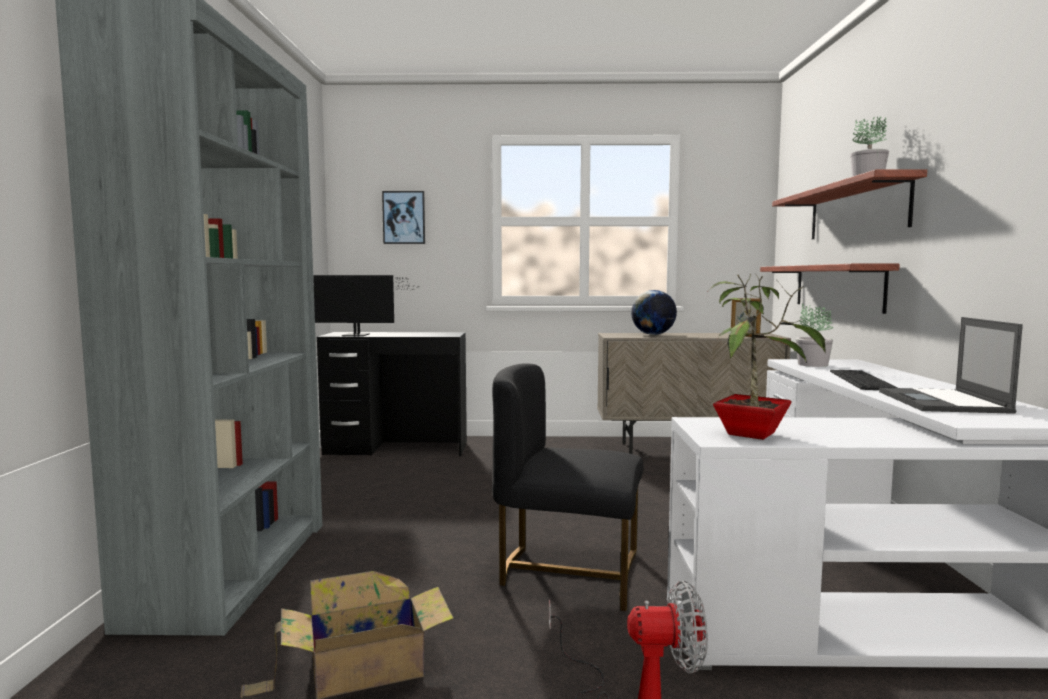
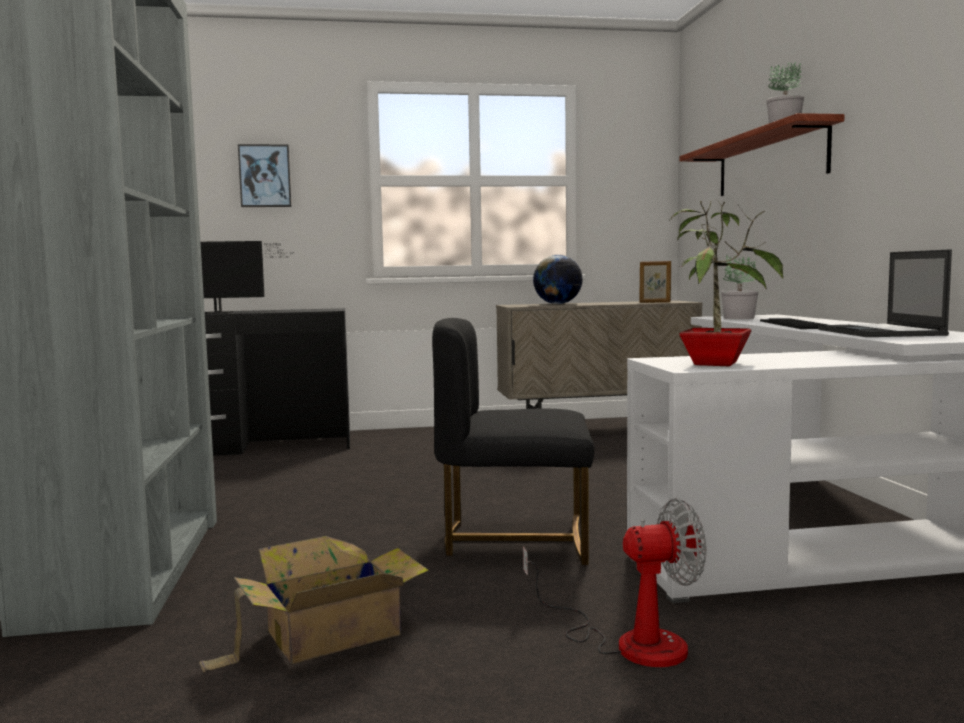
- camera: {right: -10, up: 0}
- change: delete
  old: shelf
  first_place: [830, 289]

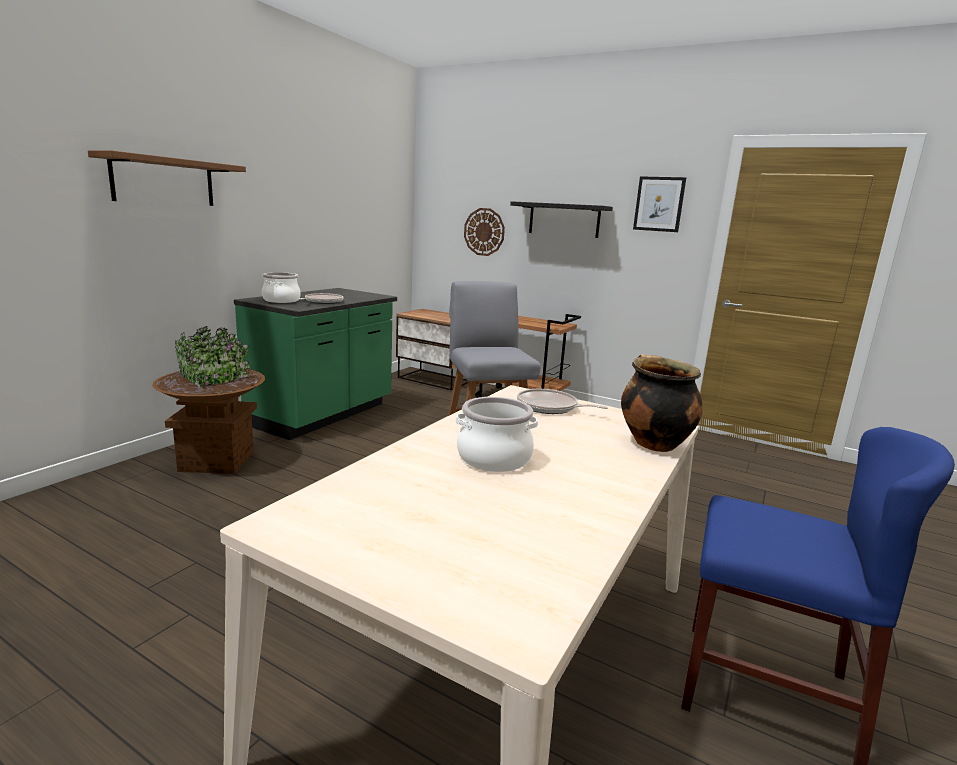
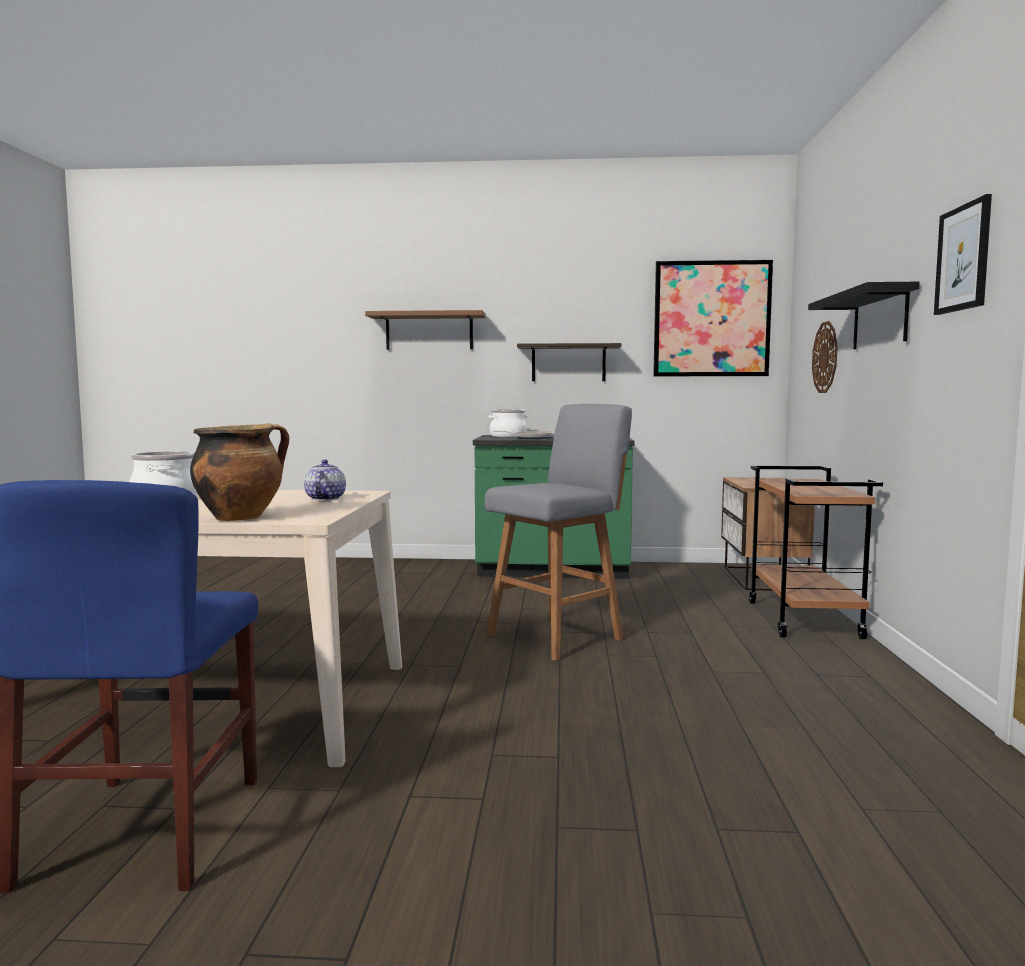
- camera: {right: 65, up: -10}
- change: delete
  old: brown planter
  first_place: [208, 400]
- change: replace
  old: frying pan
  new: teapot
  first_place: [562, 401]
  second_place: [325, 480]
- change: insert
  new: shelf
  second_place: [569, 362]
- change: insert
  new: picture
  second_place: [713, 318]

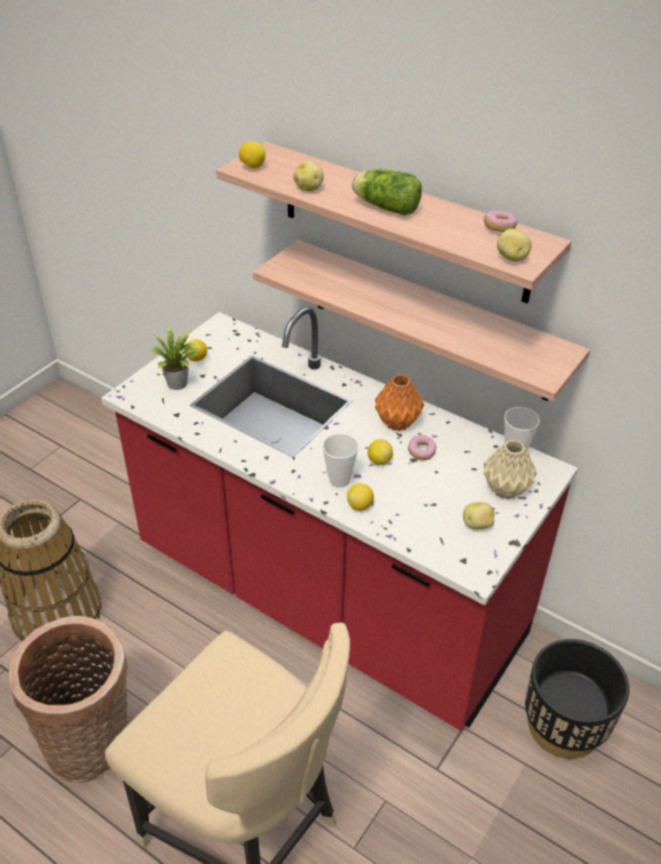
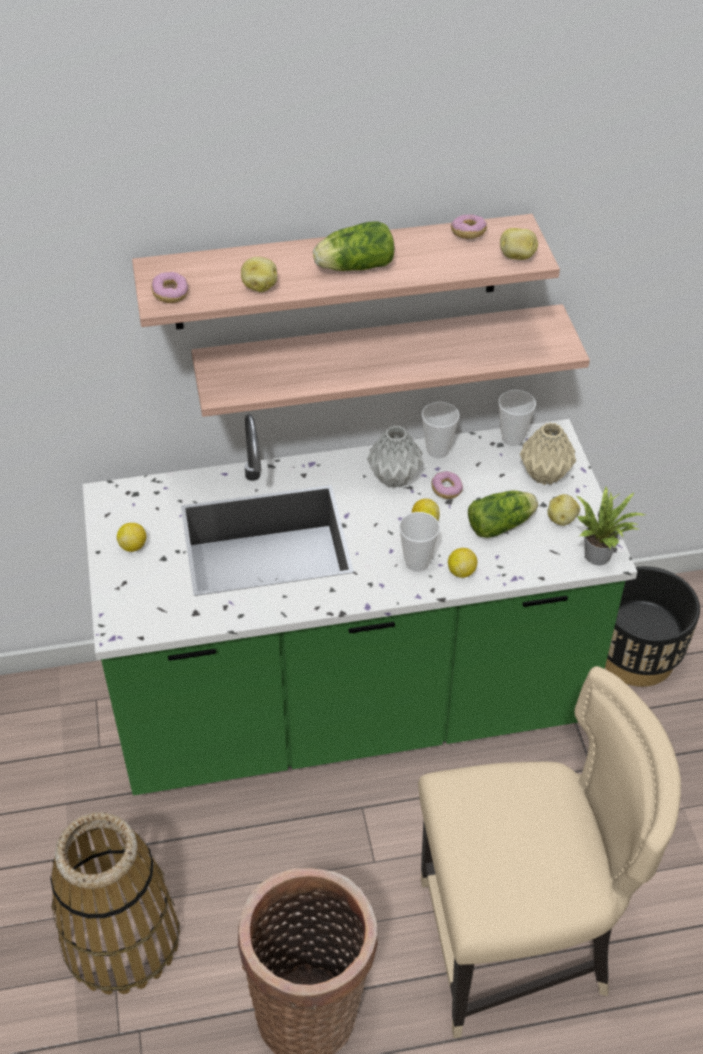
- camera: {right: -45, up: 5}
- change: recolor
  old: red counter
  new: green counter
  first_place: [339, 519]
  second_place: [360, 604]
- change: move
  old: potted plant
  first_place: [176, 357]
  second_place: [611, 526]
- change: replace
  old: lemon
  new: donut
  first_place: [252, 154]
  second_place: [170, 287]
- change: recolor
  old: orange vase
  new: grey vase
  first_place: [399, 403]
  second_place: [395, 456]
- change: insert
  new: cup
  second_place: [440, 430]
- change: insert
  new: lettuce
  second_place: [503, 514]

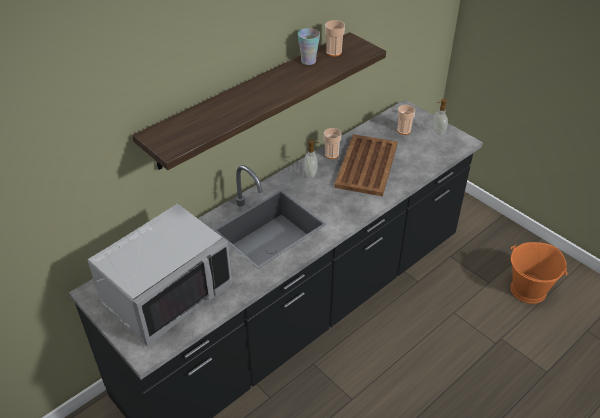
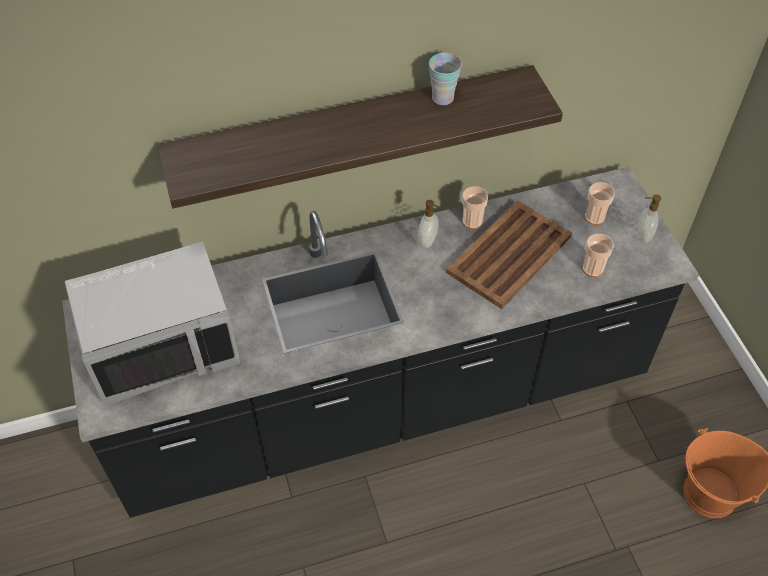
- camera: {right: 25, up: 10}
- change: move
  old: cup
  first_place: [335, 38]
  second_place: [598, 255]

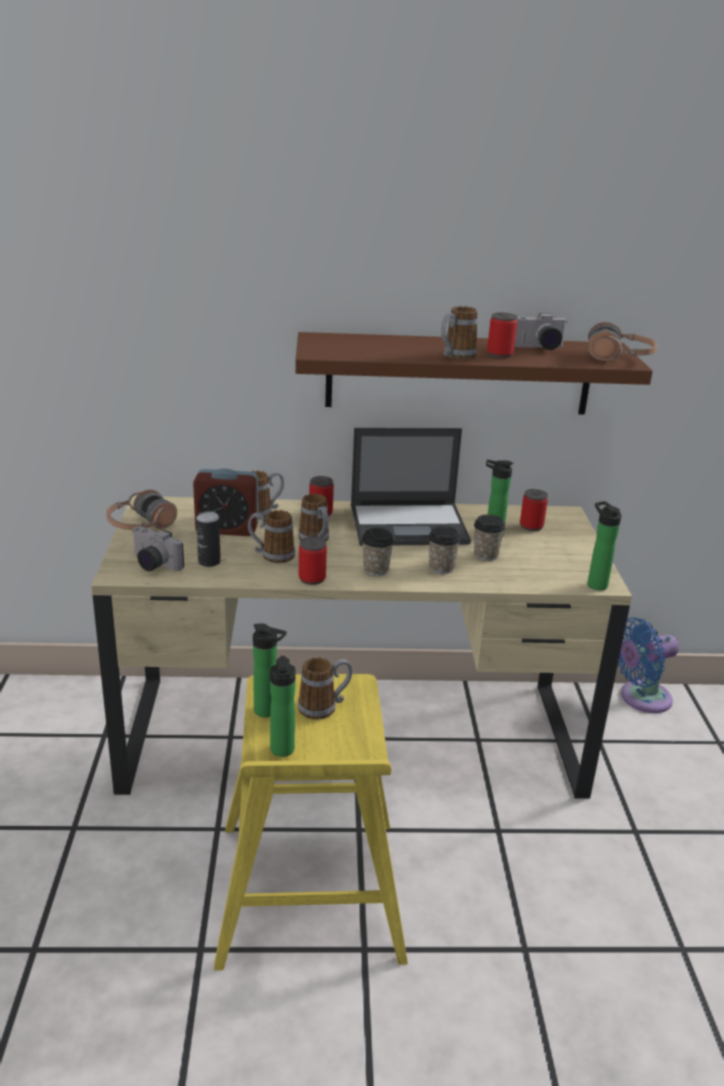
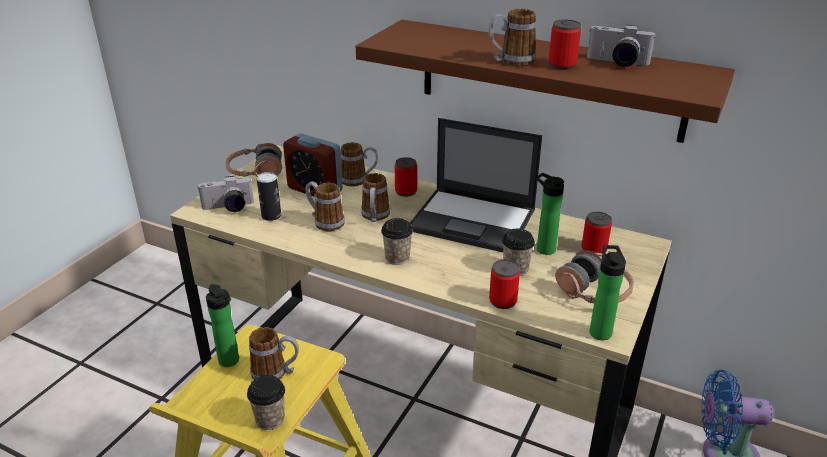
- camera: {right: 30, up: 5}
- change: rotate
  old: photo camera
  first_place: [158, 548]
  second_place: [225, 194]
  degrees: -75
- change: delete
  old: bottle
  first_place: [283, 706]
- change: move
  old: can
  first_place: [313, 561]
  second_place: [504, 284]
- change: move
  old: cup
  first_place: [444, 550]
  second_place: [266, 402]
- change: move
  old: headphones
  first_place: [623, 341]
  second_place: [595, 276]

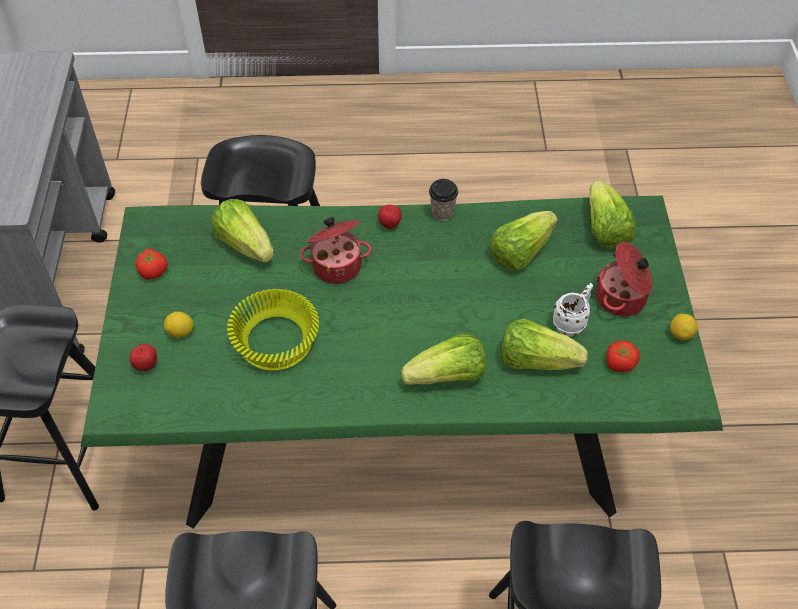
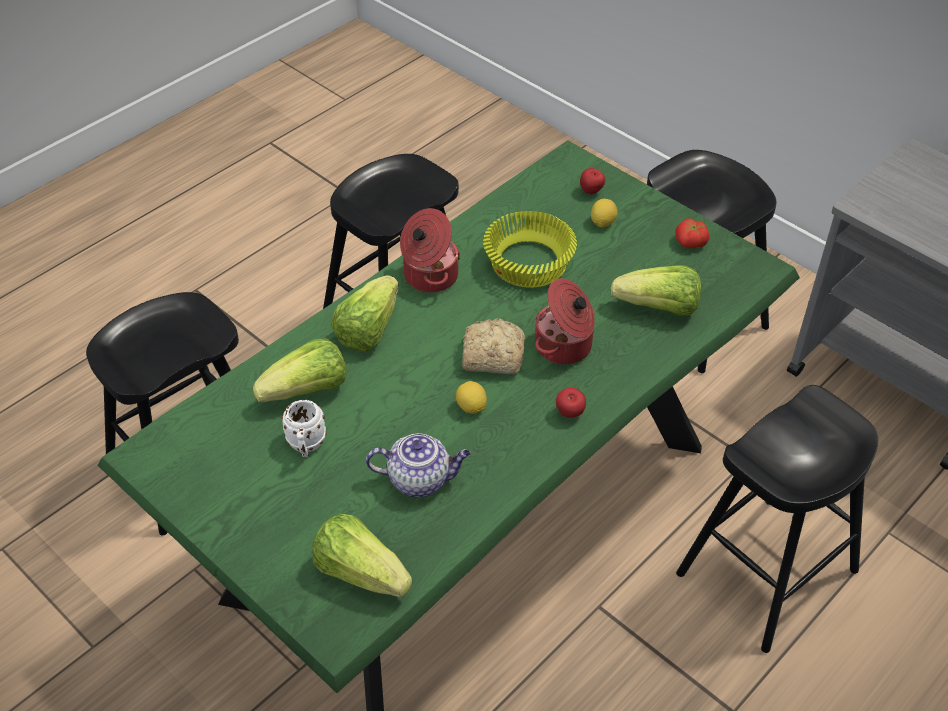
- camera: {right: 135, up: -5}
- change: delete
  old: cup
  first_place: [443, 200]
- change: replace
  old: lettuce
  new: teapot
  first_place: [524, 241]
  second_place: [418, 465]
- change: move
  old: cooking pot
  first_place: [624, 279]
  second_place: [430, 250]
- change: delete
  old: tomato
  first_place: [623, 356]
- change: move
  old: lemon
  first_place: [684, 327]
  second_place: [471, 397]
- change: insert
  new: bread
  second_place: [493, 346]

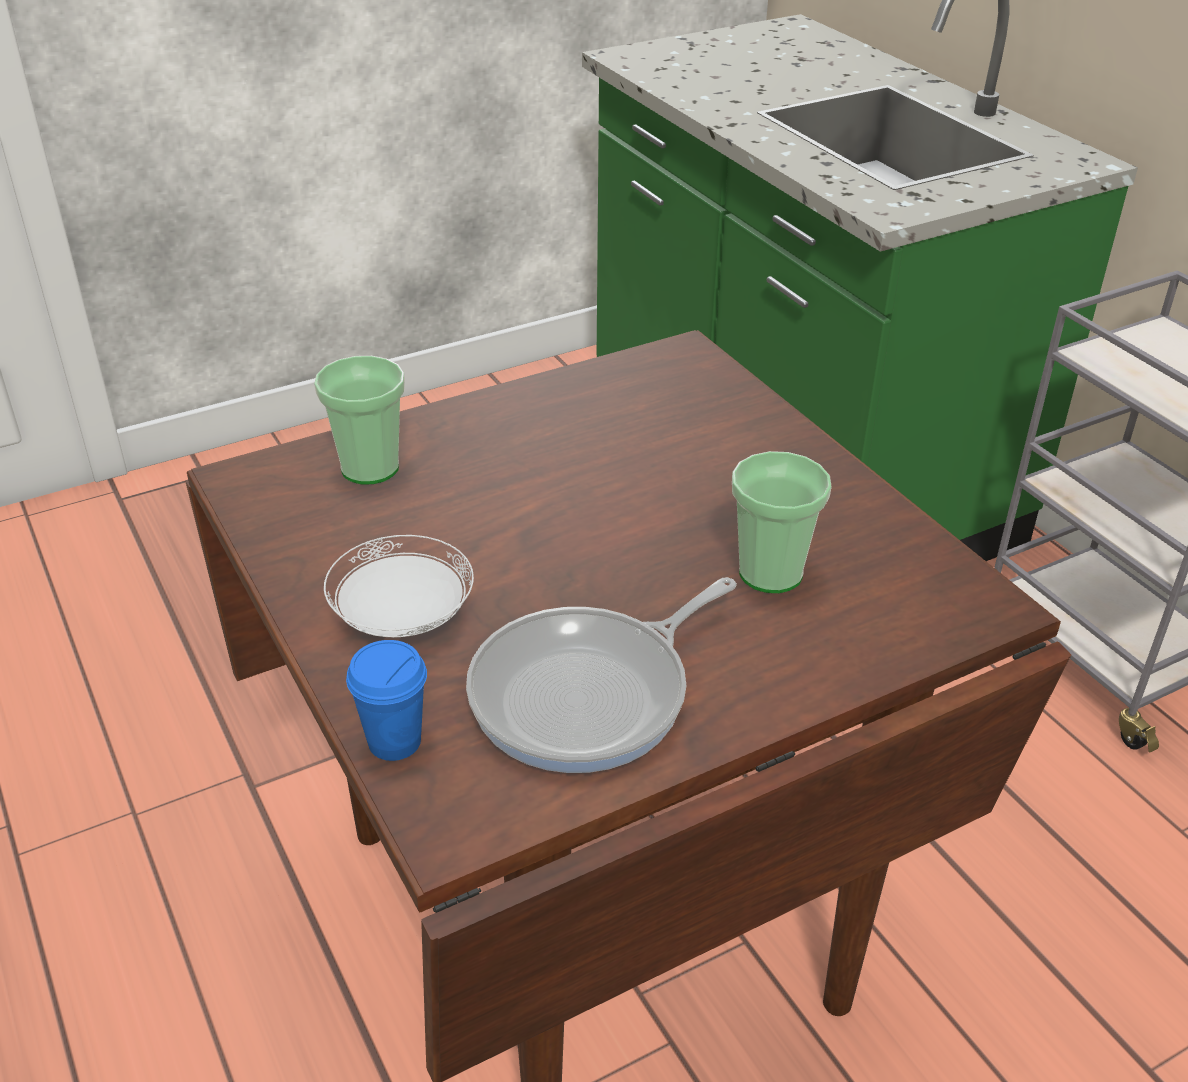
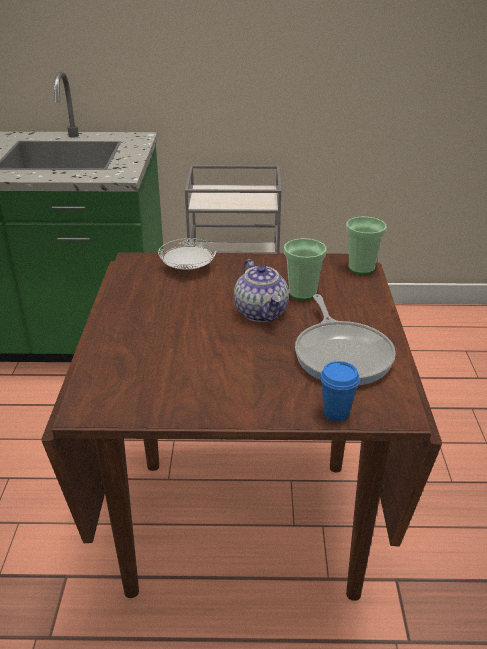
- camera: {right: -60, up: -5}
- change: move
  old: cup
  first_place: [359, 420]
  second_place: [366, 245]
- change: move
  old: white plate
  first_place: [399, 586]
  second_place: [187, 254]
- change: insert
  new: teapot
  second_place: [261, 290]

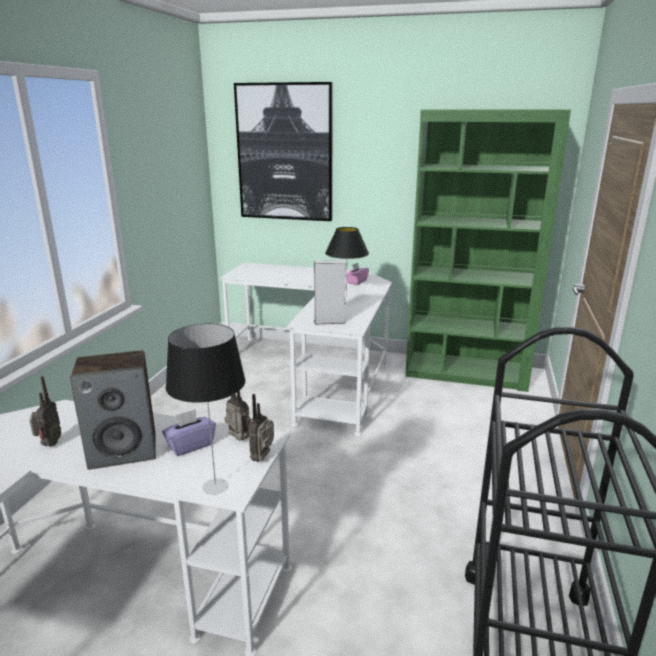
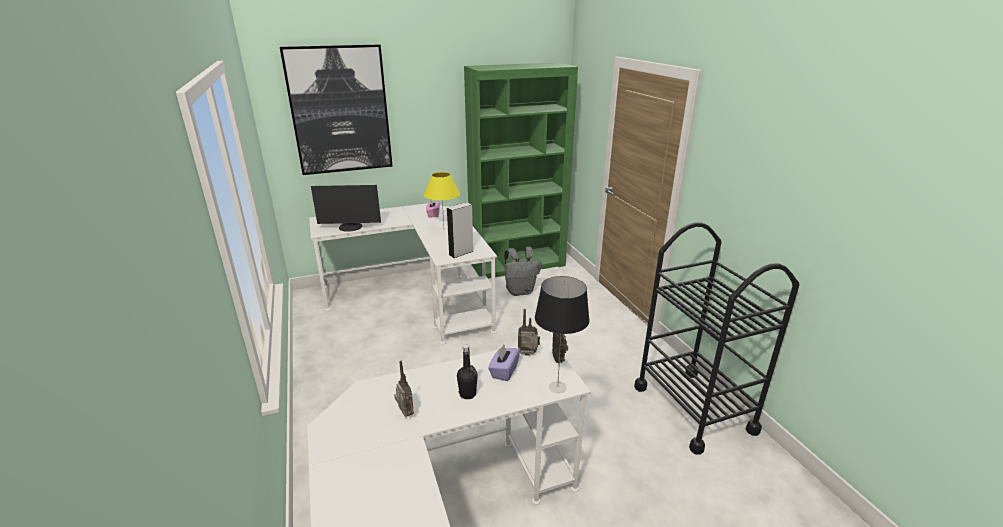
- camera: {right: -35, up: 5}
- change: replace
  old: speaker
  new: black bottle
  first_place: [113, 410]
  second_place: [467, 371]
- change: recolor
  old: black table lamp
  new: yellow table lamp
  first_place: [347, 262]
  second_place: [442, 199]
- change: insert
  new: monitor
  second_place: [346, 208]
- change: insert
  new: grey backpack
  second_place: [523, 271]

